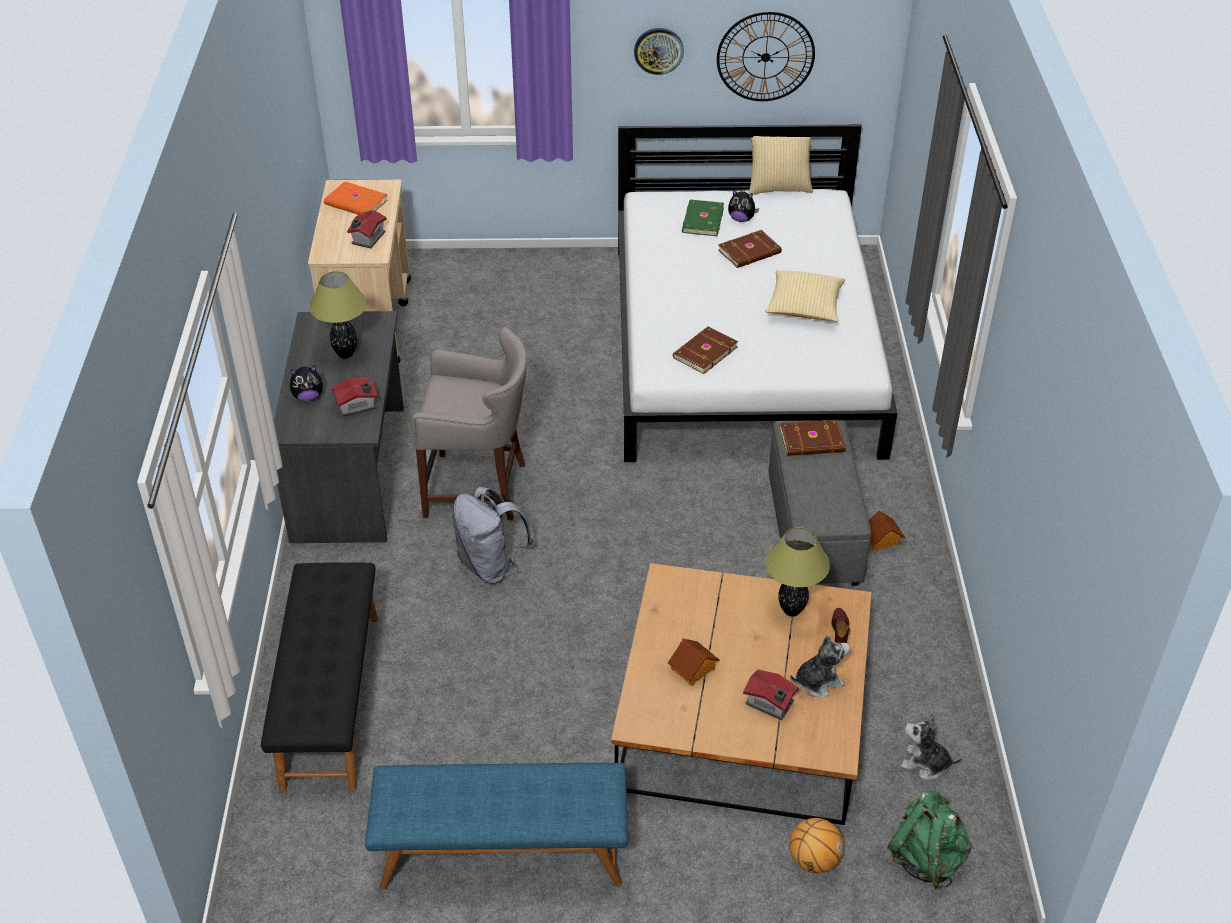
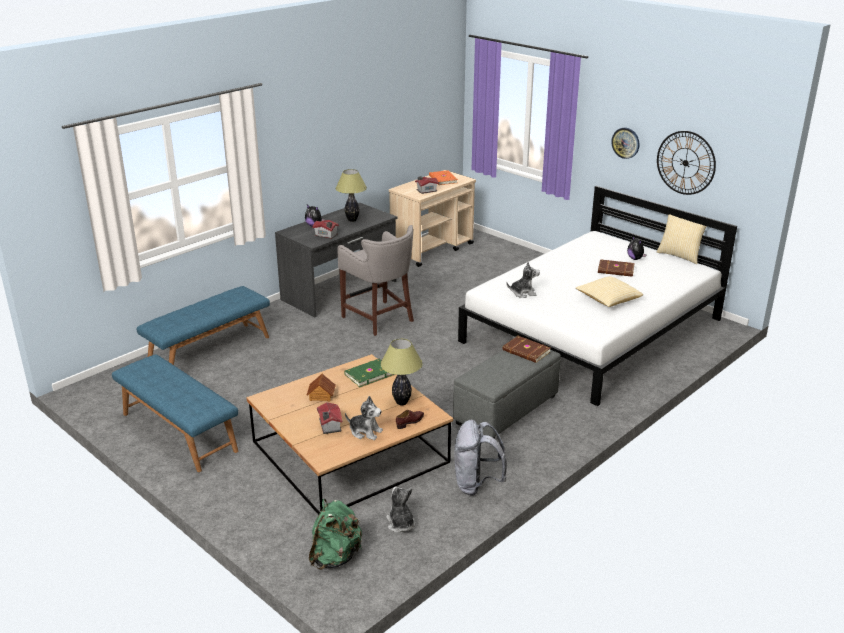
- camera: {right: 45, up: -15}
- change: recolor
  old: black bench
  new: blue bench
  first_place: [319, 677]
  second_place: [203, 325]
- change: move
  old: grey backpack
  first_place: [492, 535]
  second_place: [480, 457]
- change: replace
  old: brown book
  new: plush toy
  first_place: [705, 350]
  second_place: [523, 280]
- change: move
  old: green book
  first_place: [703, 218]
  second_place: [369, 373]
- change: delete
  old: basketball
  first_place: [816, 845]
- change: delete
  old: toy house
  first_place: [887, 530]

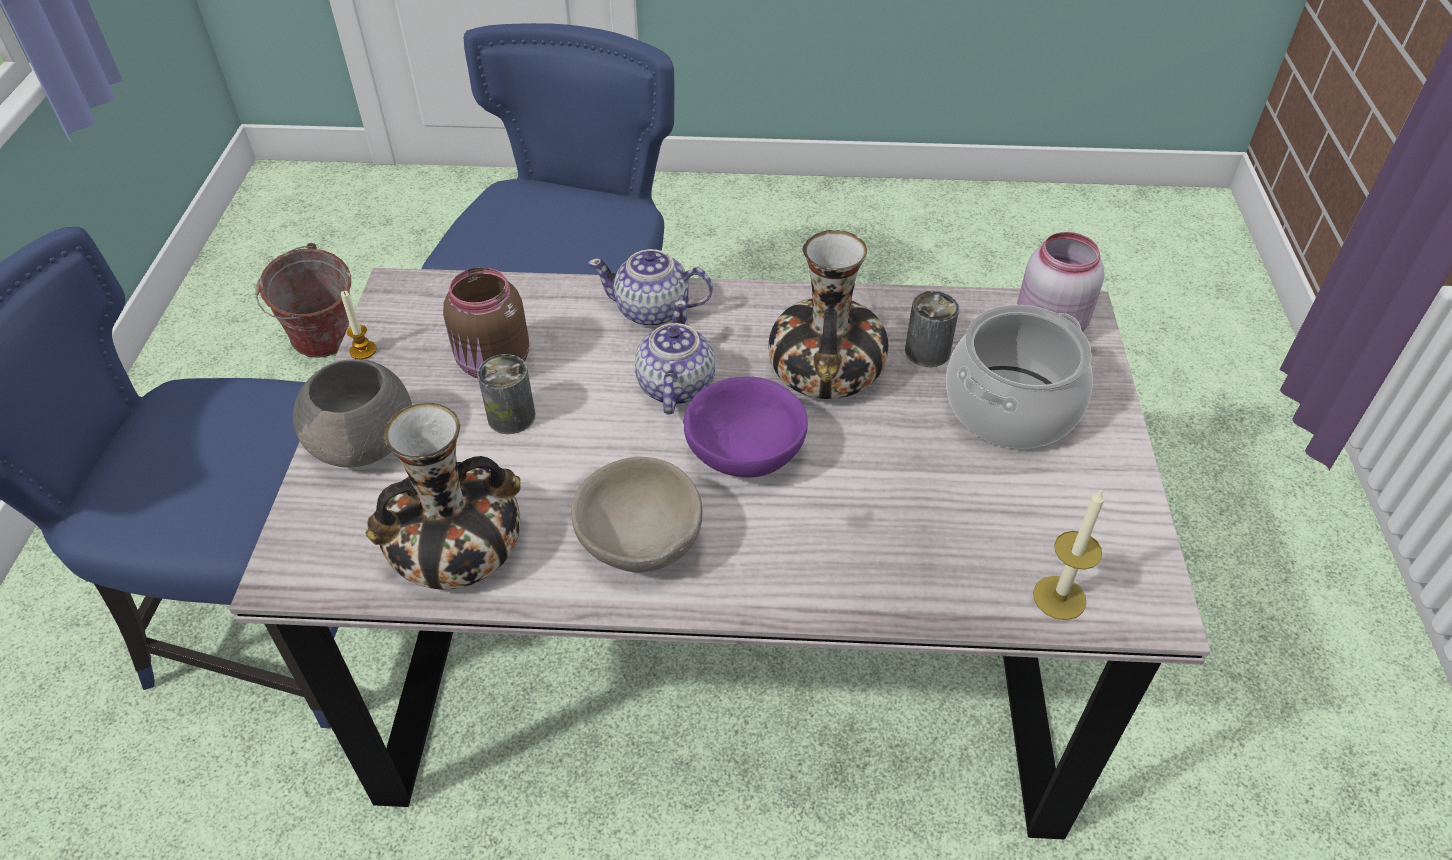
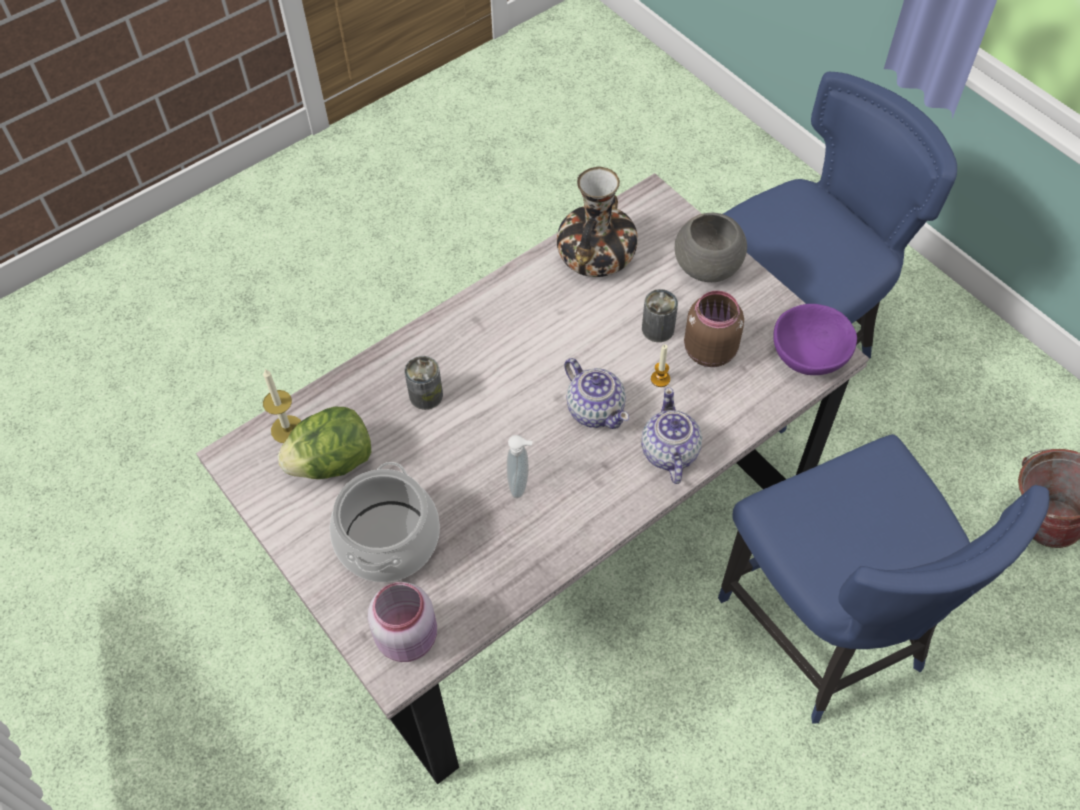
- camera: {right: 140, up: 10}
- change: move
  old: candle
  first_place: [359, 325]
  second_place: [660, 365]
- change: delete
  old: beige bowl
  first_place: [636, 515]
- change: rotate
  old: teapot
  first_place: [650, 288]
  second_place: [671, 435]
  degrees: -60
- change: move
  old: purple bowl
  first_place: [745, 427]
  second_place: [815, 339]
- change: replace
  old: vase
  new: soap dispenser
  first_place: [828, 314]
  second_place: [520, 466]
- change: move
  old: can
  first_place: [932, 329]
  second_place: [424, 383]
- change: insert
  new: lettuce
  second_place: [324, 443]

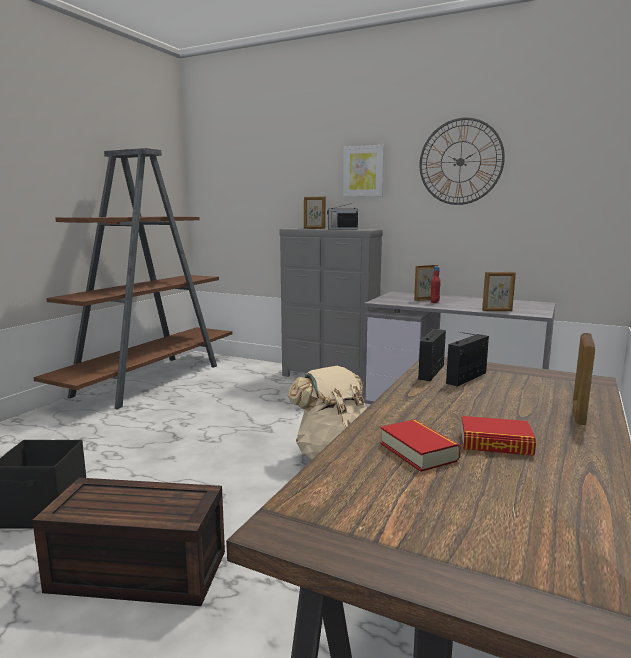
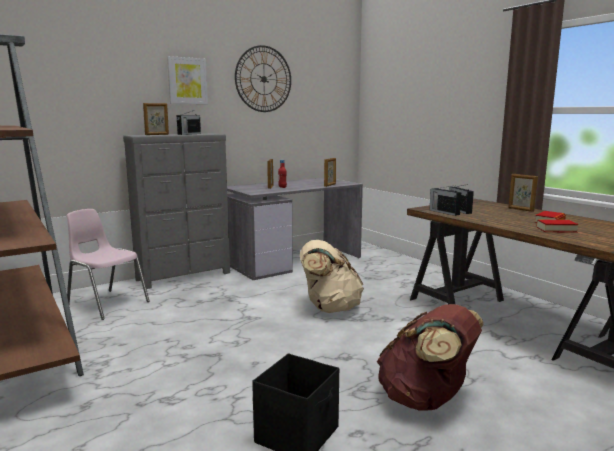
- camera: {right: -60, up: 0}
- change: replace
  old: brown storage box
  new: brown backpack
  first_place: [128, 542]
  second_place: [430, 357]
- change: insert
  new: pink chair
  second_place: [108, 264]

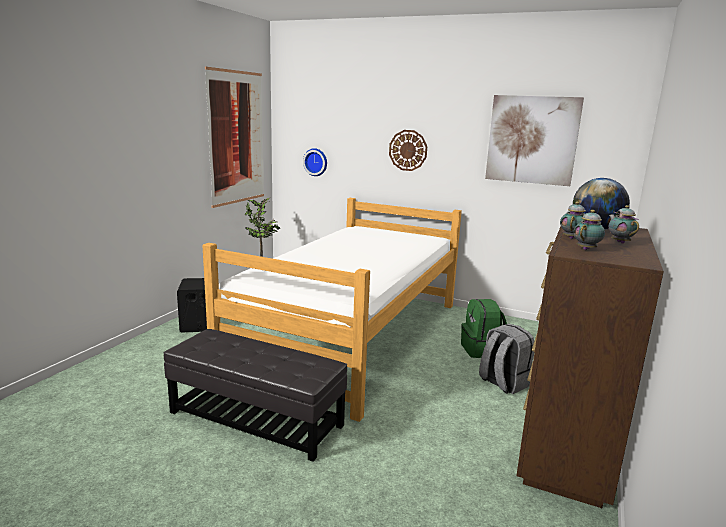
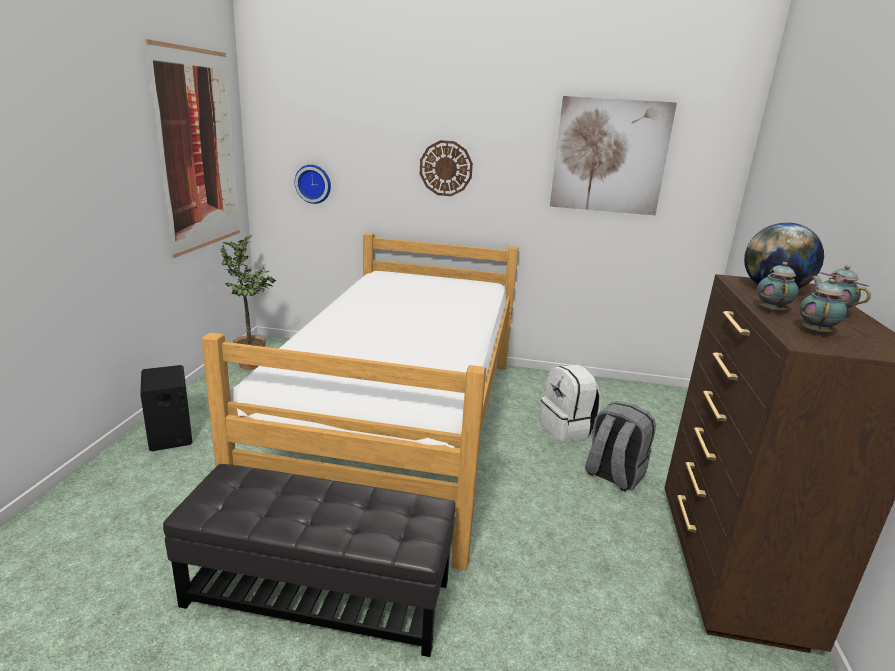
- camera: {right: -15, up: 5}
- change: recolor
  old: green backpack
  new: white backpack
  first_place: [484, 328]
  second_place: [570, 403]

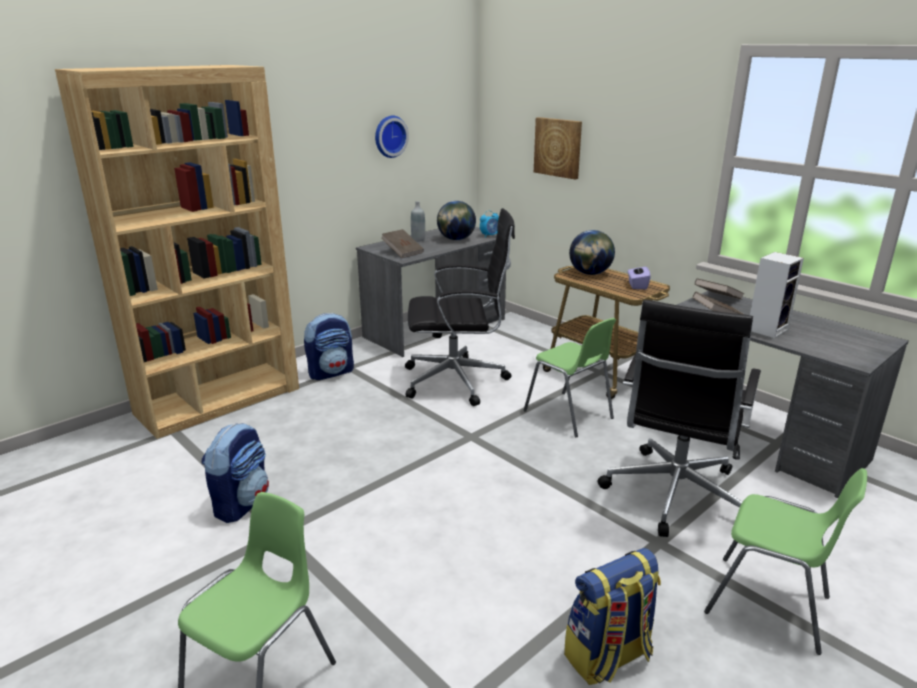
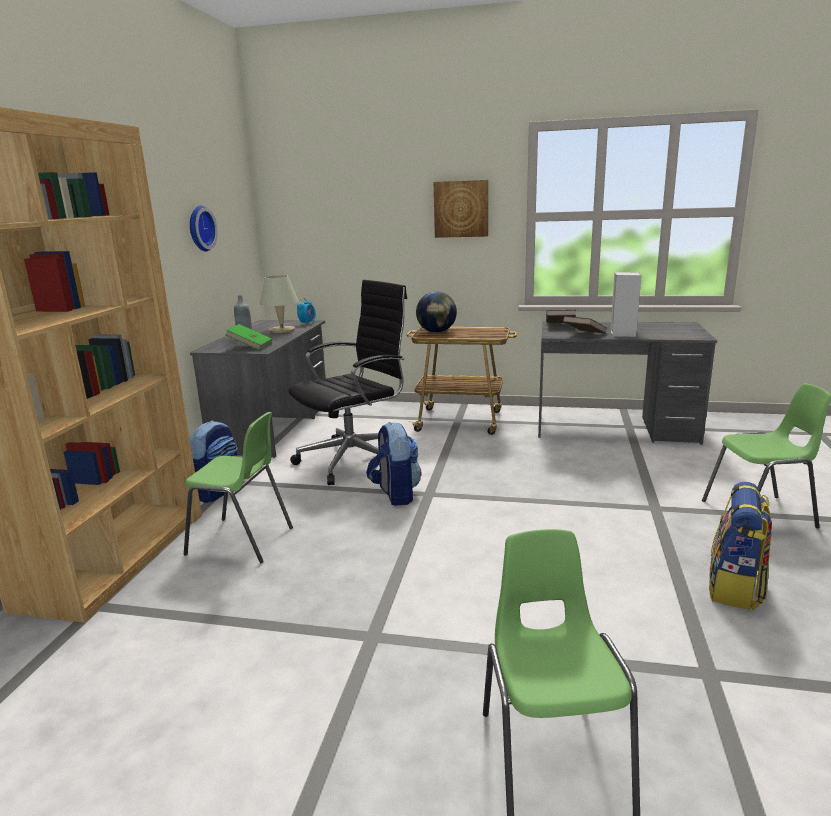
- camera: {right: -35, up: -5}
- change: move
  old: backpack
  first_place: [235, 473]
  second_place: [393, 464]
- change: recolor
  old: brown book
  new: green book
  first_place: [402, 243]
  second_place: [248, 337]
- change: replace
  old: globe
  new: beige table lamp
  first_place: [456, 220]
  second_place: [279, 304]
- change: move
  old: green chair
  first_place: [570, 377]
  second_place: [238, 487]
- change: move
  old: picture
  first_place: [558, 148]
  second_place: [460, 209]
- change: delete
  old: black office chair
  first_place: [679, 418]
- change: delete
  old: purple tissue box
  first_place: [639, 275]

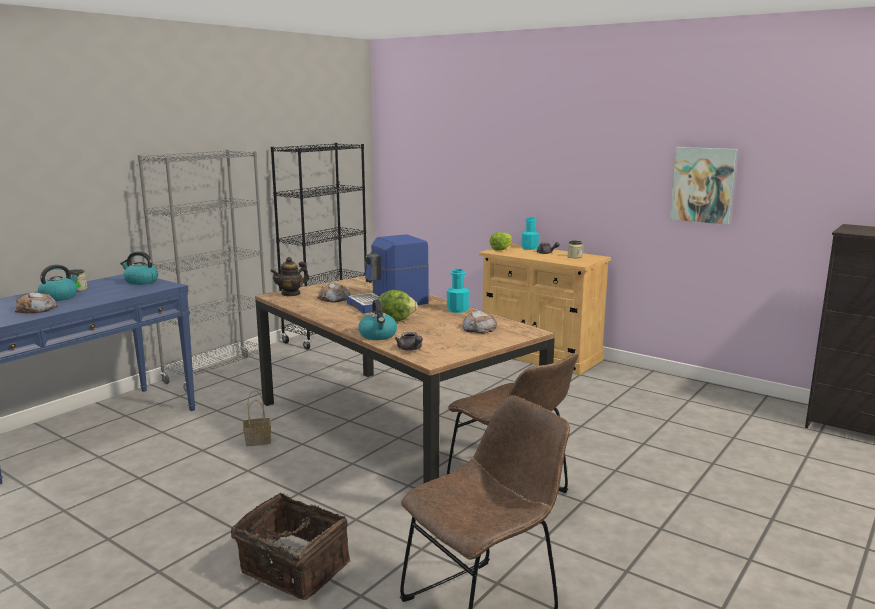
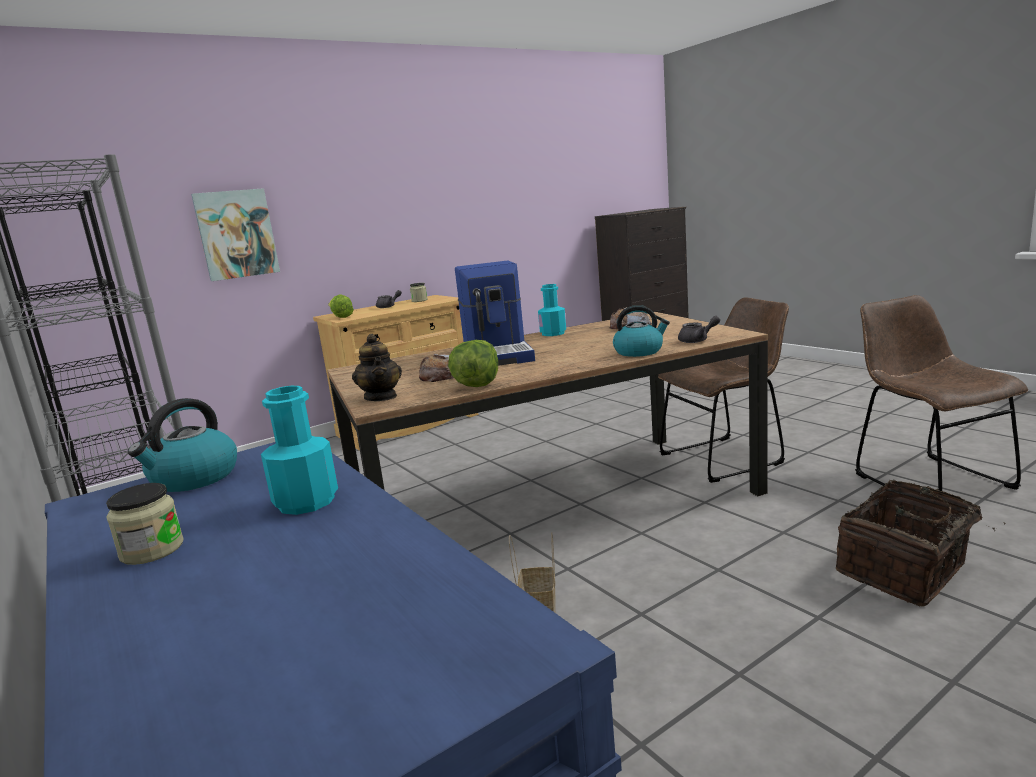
- camera: {right: -70, up: 0}
- change: delete
  old: bread
  first_place: [36, 302]
- change: delete
  old: kettle
  first_place: [58, 282]
- change: move
  old: lettuce
  first_place: [398, 305]
  second_place: [473, 363]
- change: move
  old: turquoise bottle
  first_place: [530, 233]
  second_place: [299, 450]
- change: move
  old: picture
  first_place: [704, 186]
  second_place: [235, 234]

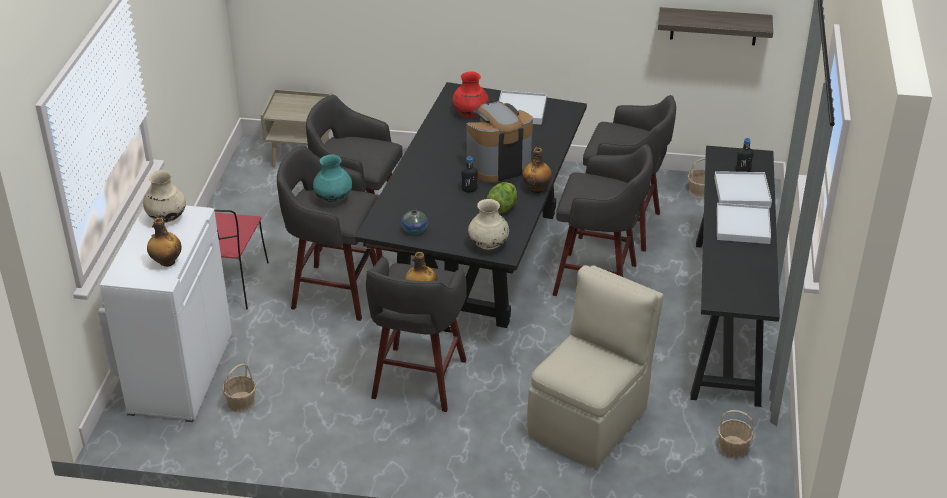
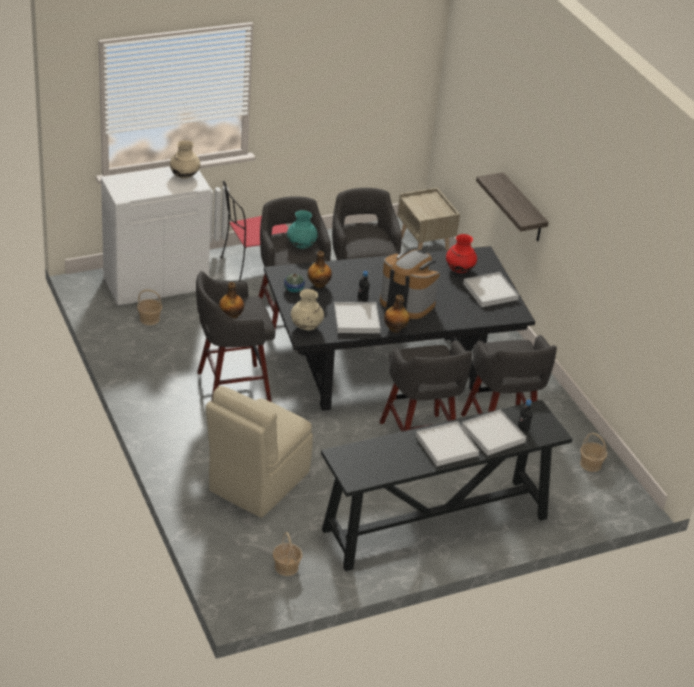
- camera: {right: 55, up: 0}
- change: move
  old: bottle
  first_place: [164, 242]
  second_place: [319, 270]
- change: replace
  old: lettuce
  new: white tray
  first_place: [502, 197]
  second_place: [357, 317]
- change: rotate
  old: beige chair
  first_place: [595, 366]
  second_place: [259, 452]
  degrees: 120
- change: move
  old: shelf
  first_place: [715, 26]
  second_place: [512, 206]

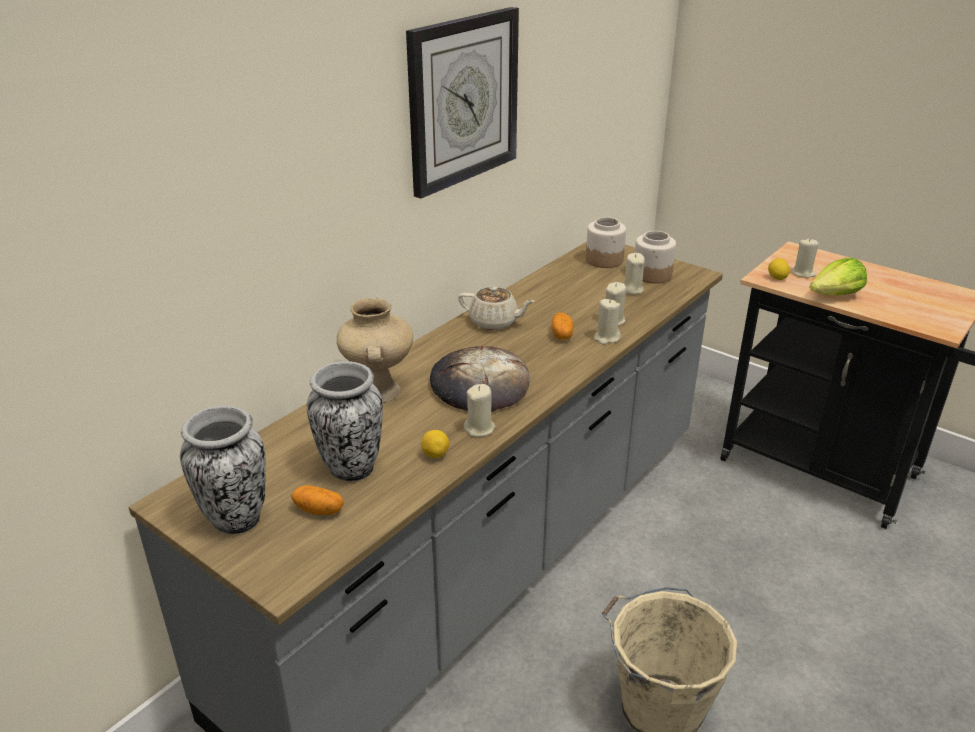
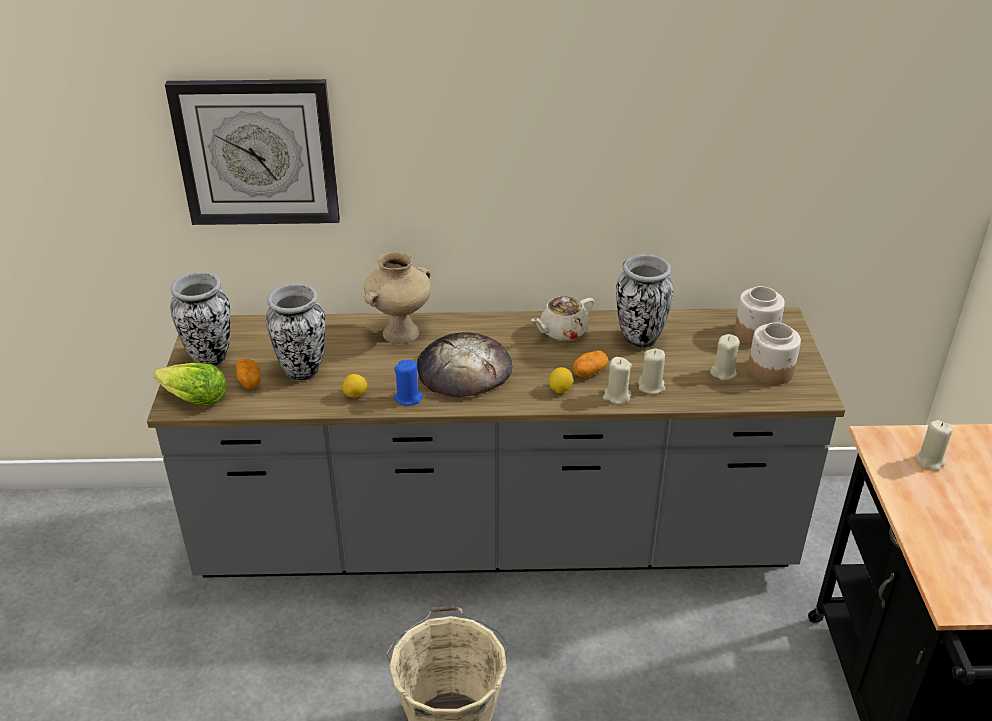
- camera: {right: 50, up: 5}
- change: move
  old: wall clock
  first_place: [462, 103]
  second_place: [252, 152]
- change: rotate
  old: beige teapot
  first_place: [496, 308]
  second_place: [562, 318]
  degrees: 75
- change: recolor
  old: beige candle
  new: blue candle
  first_place: [480, 410]
  second_place: [408, 383]
- change: move
  old: lemon
  first_place: [779, 269]
  second_place: [561, 380]
- change: move
  old: lettuce
  first_place: [838, 276]
  second_place: [190, 384]
- change: insert
  new: vase
  second_place: [645, 301]

